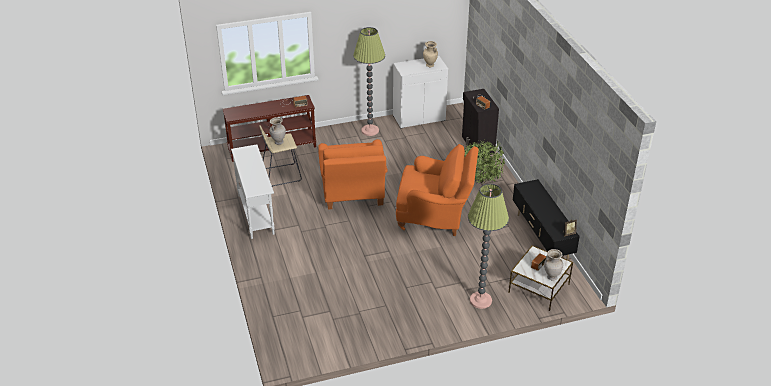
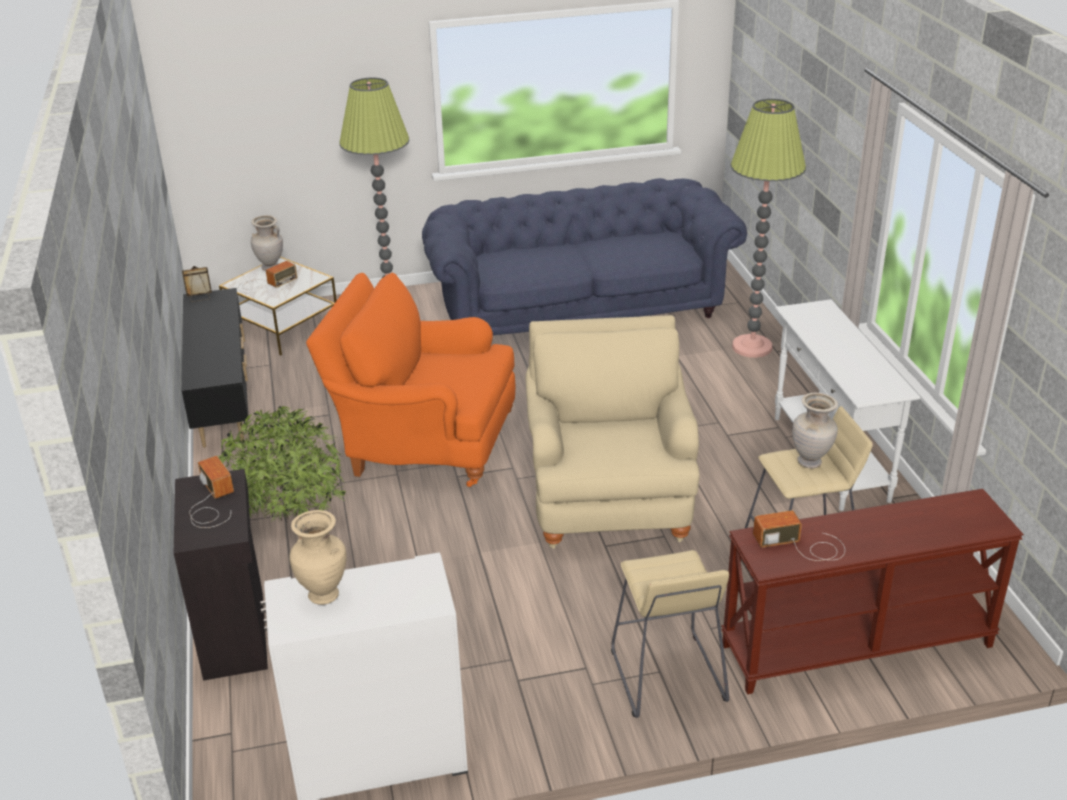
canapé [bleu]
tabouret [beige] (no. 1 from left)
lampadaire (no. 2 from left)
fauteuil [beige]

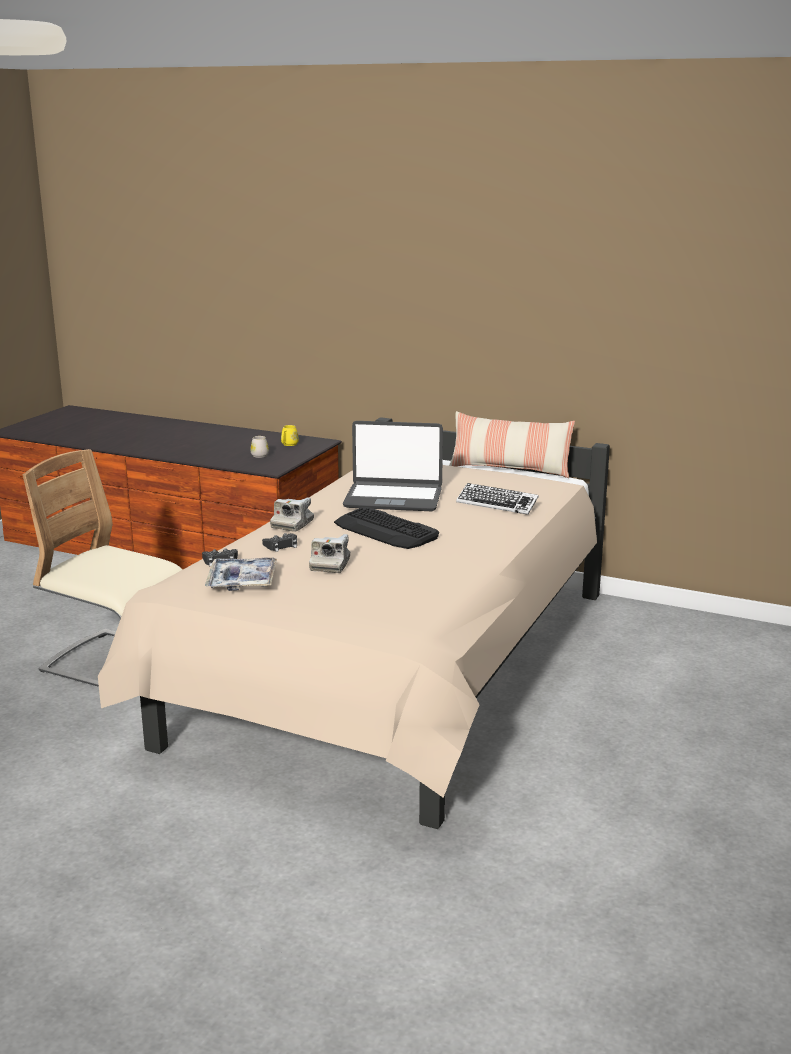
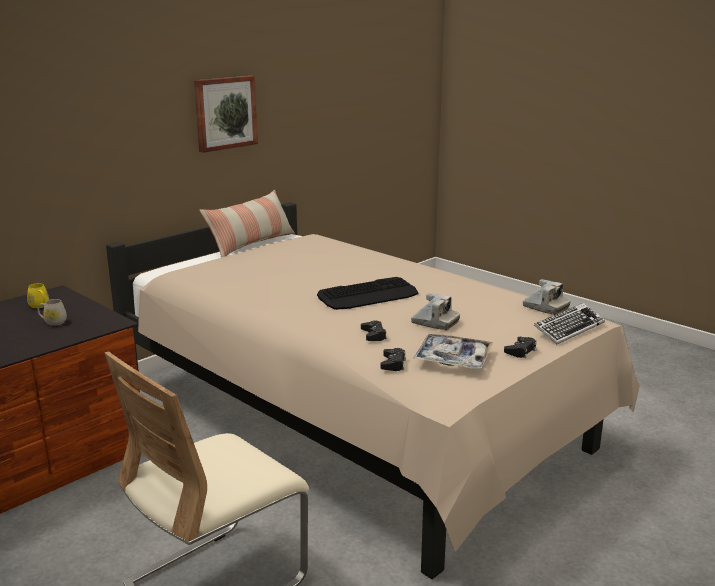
ordinateur portable
tableau
manette [noir] (no. 3 from left)
appareil photo (no. 2 from left)
clavier (no. 2 from left)

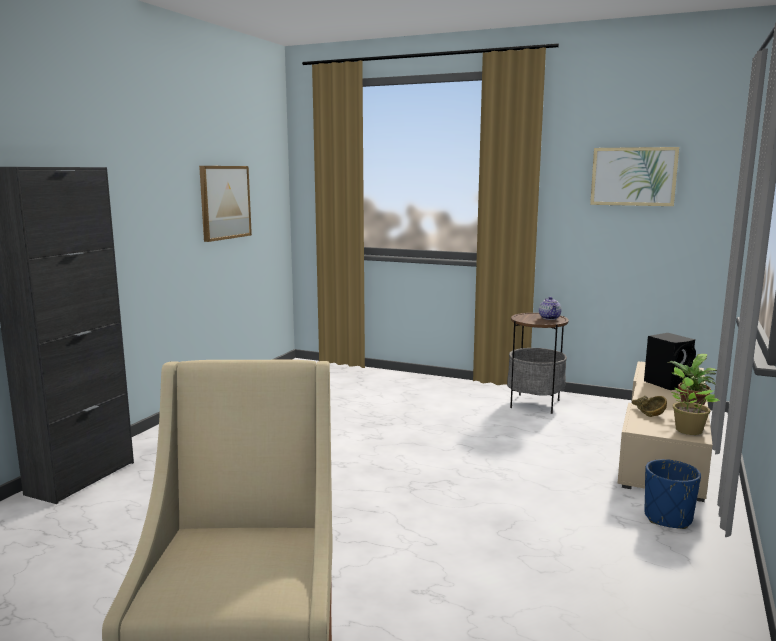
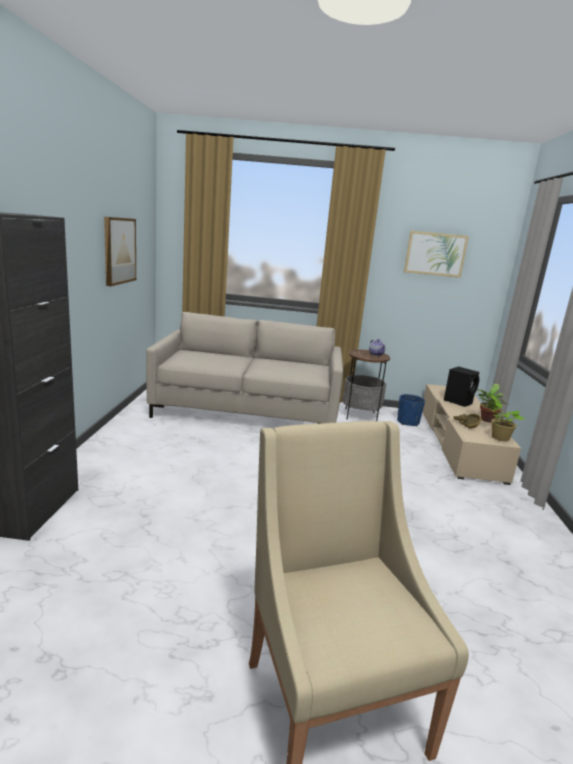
canapé [beige]
cache-pot [bleu]

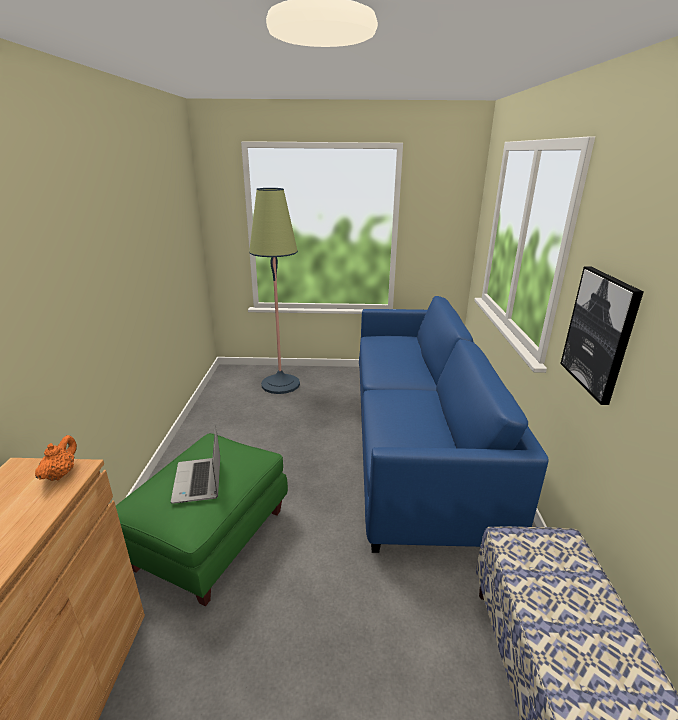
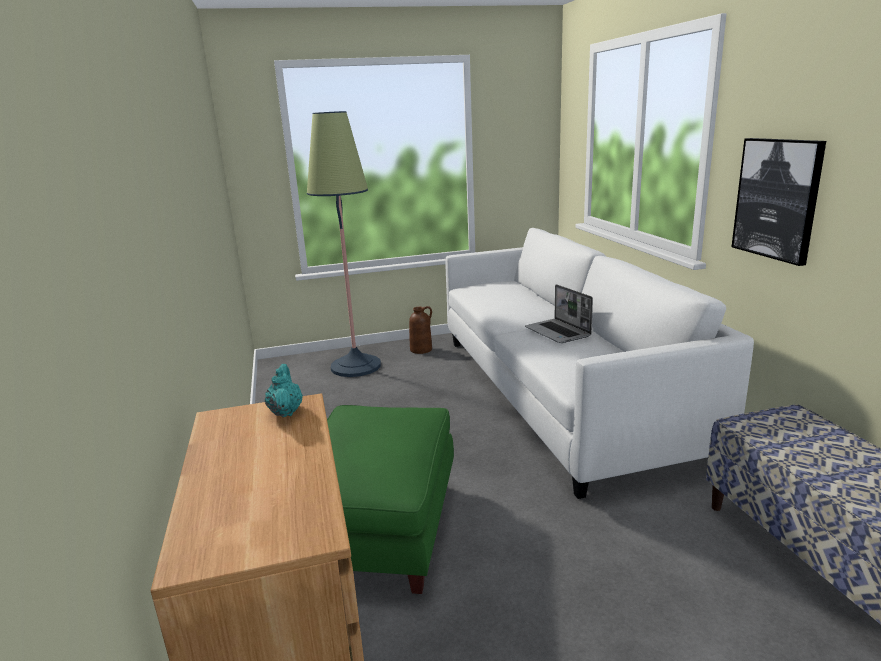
vase [marron]
ordinateur portable
théière [turquoise]
canapé [blanc]

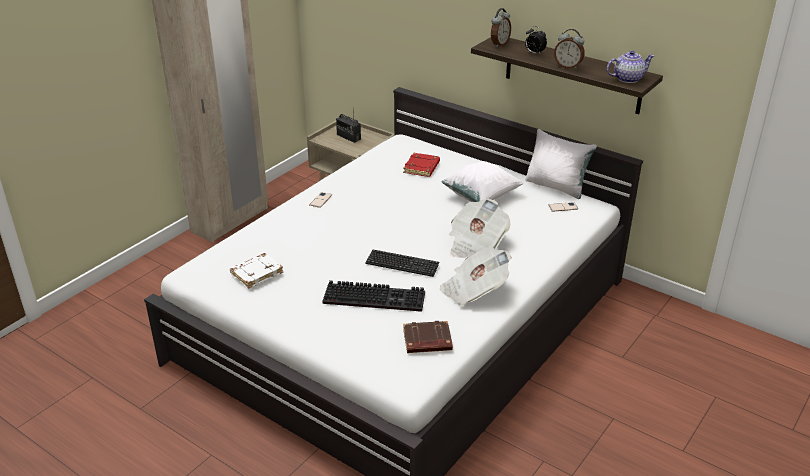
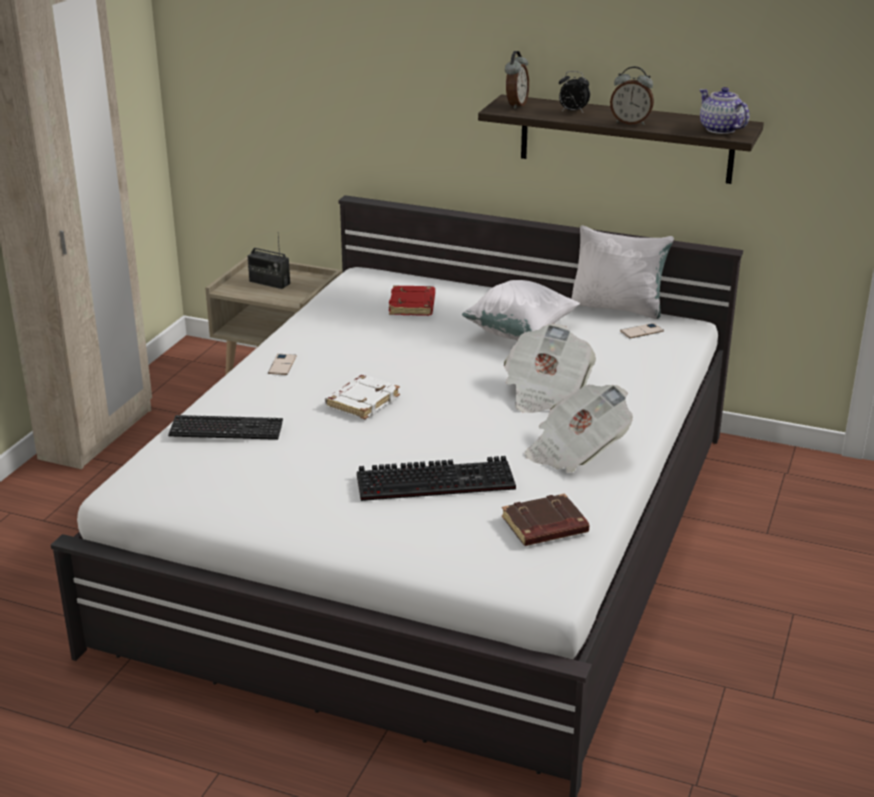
livre [blanc]
clavier (no. 1 from left)
théière

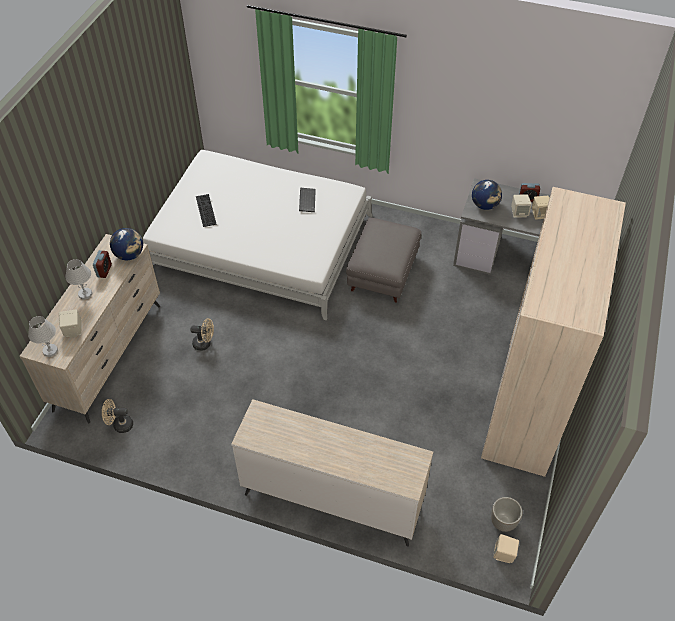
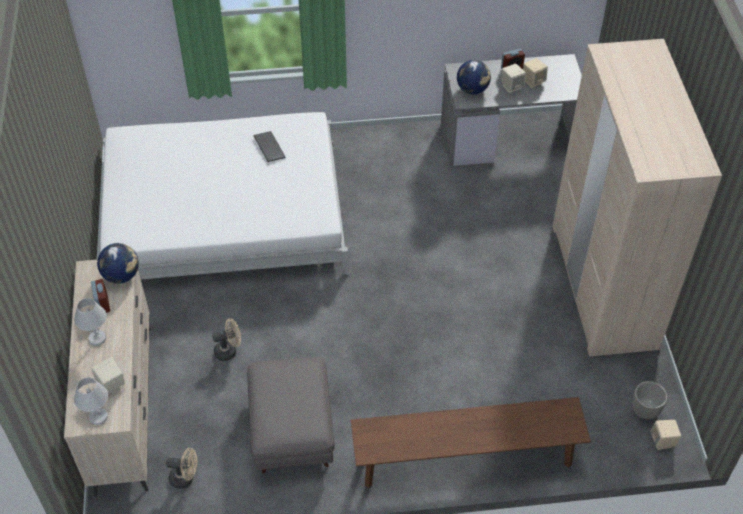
clavier (no. 1 from left in the first image)
pouf [gris]
banc [marron]
ventilateur [beige] (no. 1 from left)

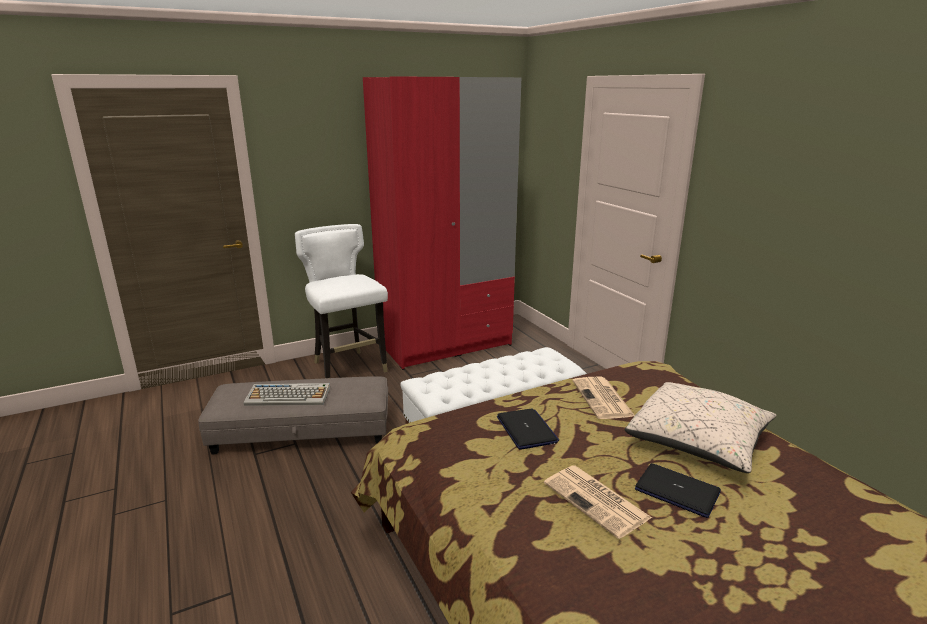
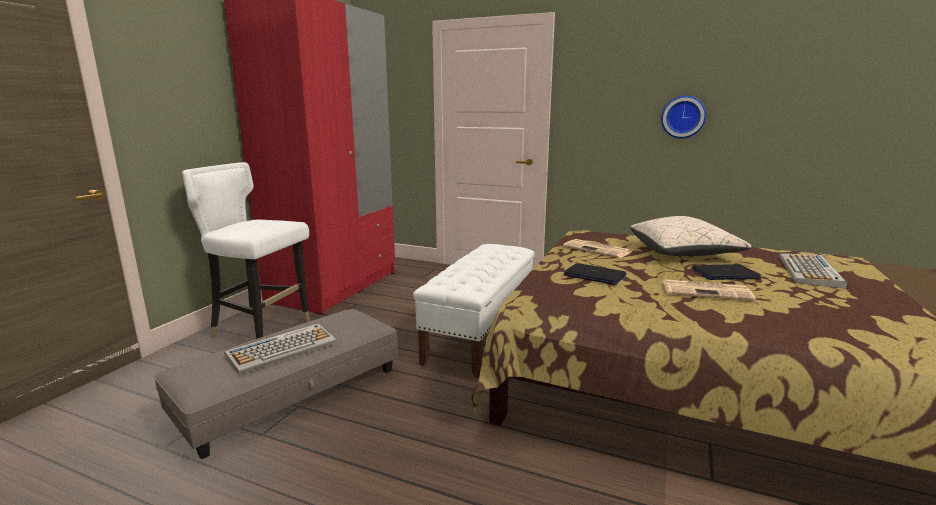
horloge murale
clavier (no. 2 from left)

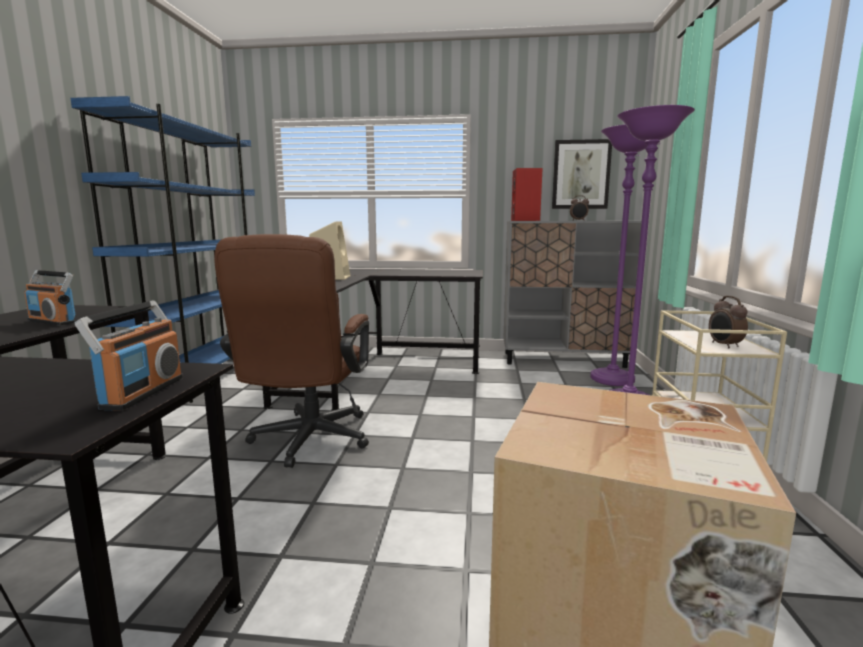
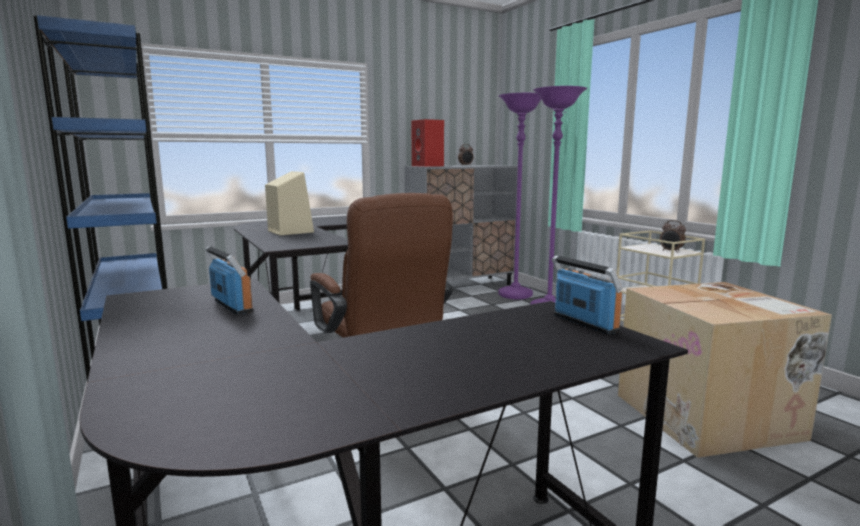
tableau
radio (no. 1 from left)

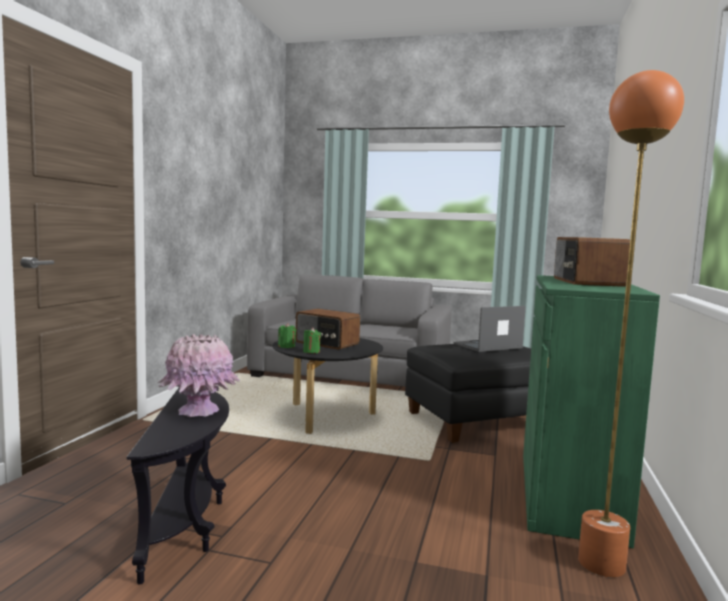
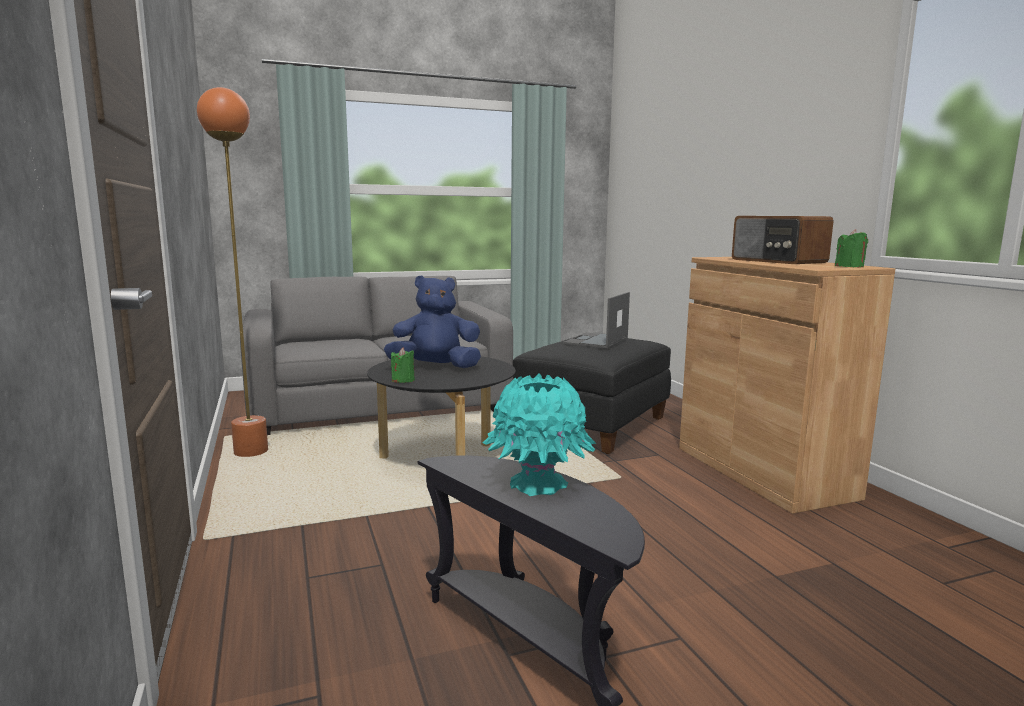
bougie [vert] (no. 2 from left)
lampadaire [orange]
peluche [bleu]
vase [turquoise]
meuble de rangement [marron]

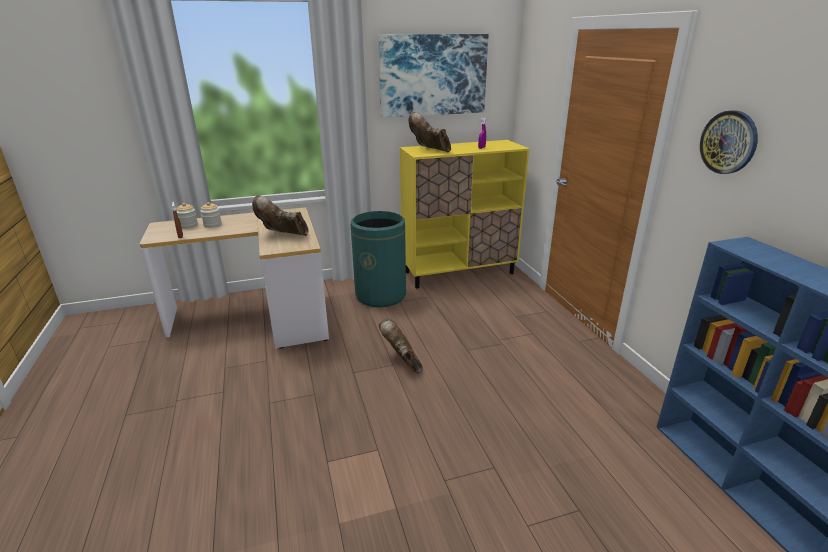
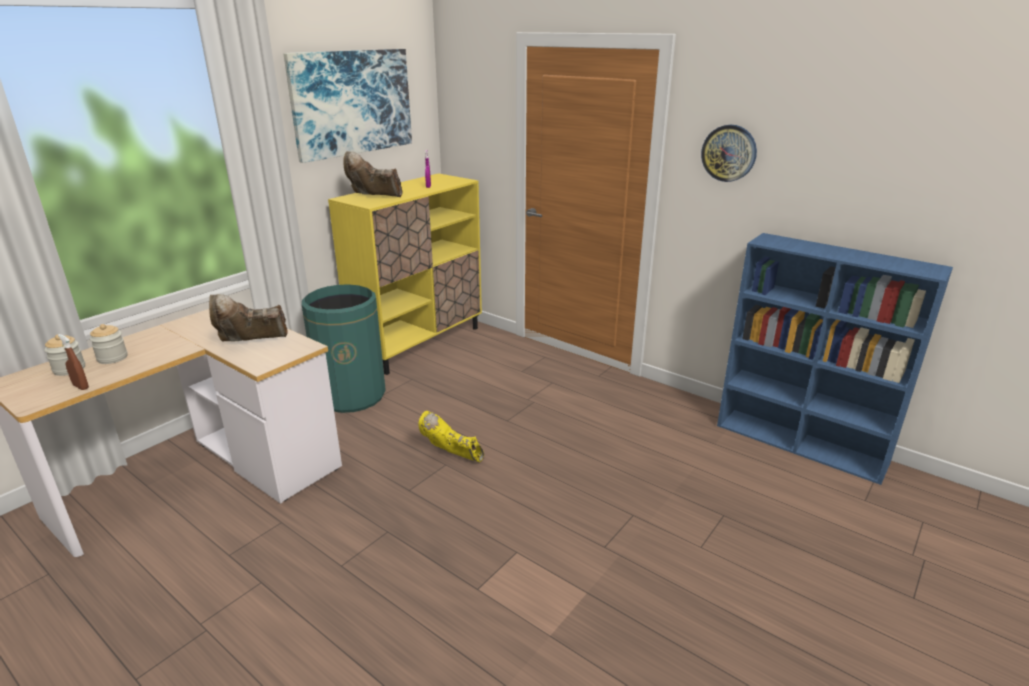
botte [jaune]

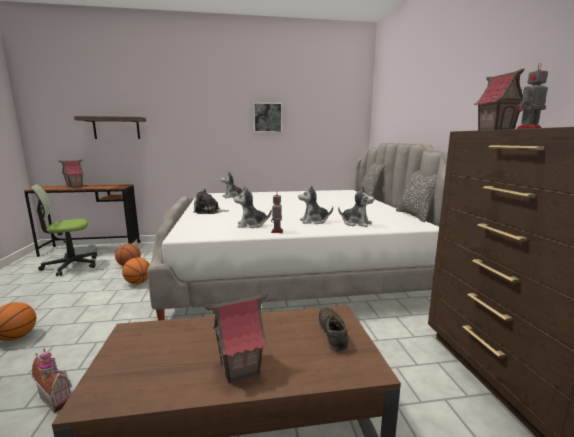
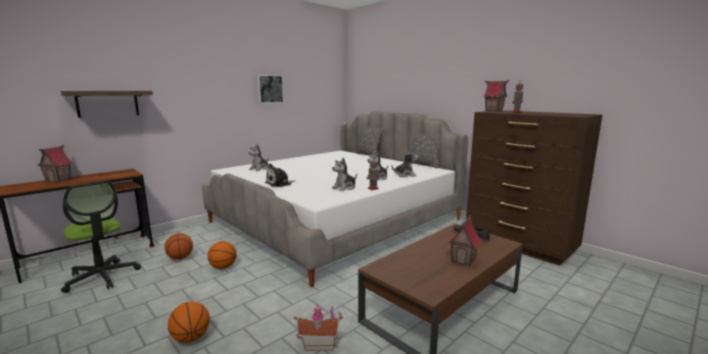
chaise de bureau

